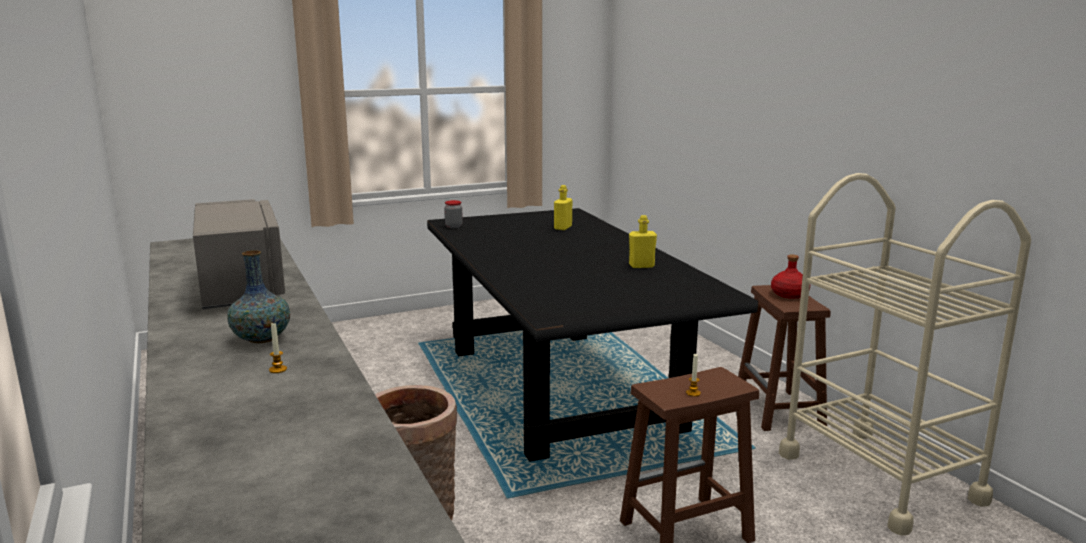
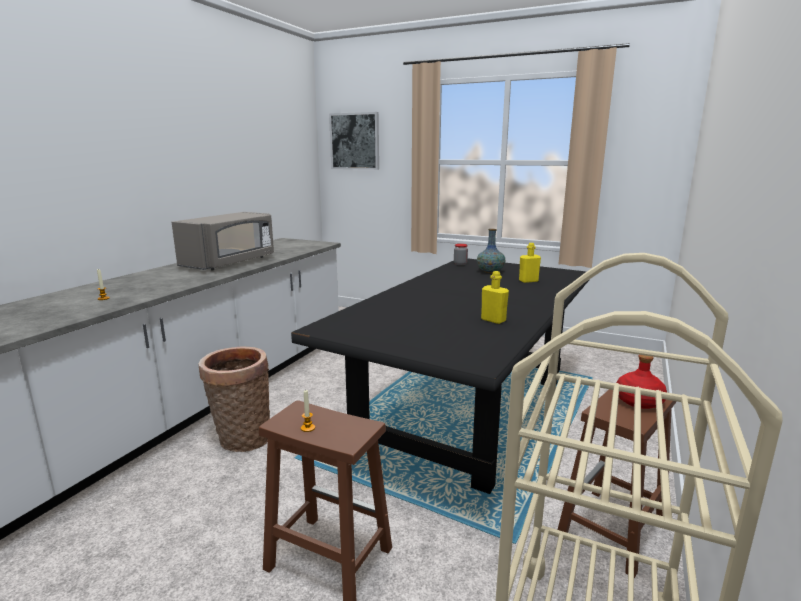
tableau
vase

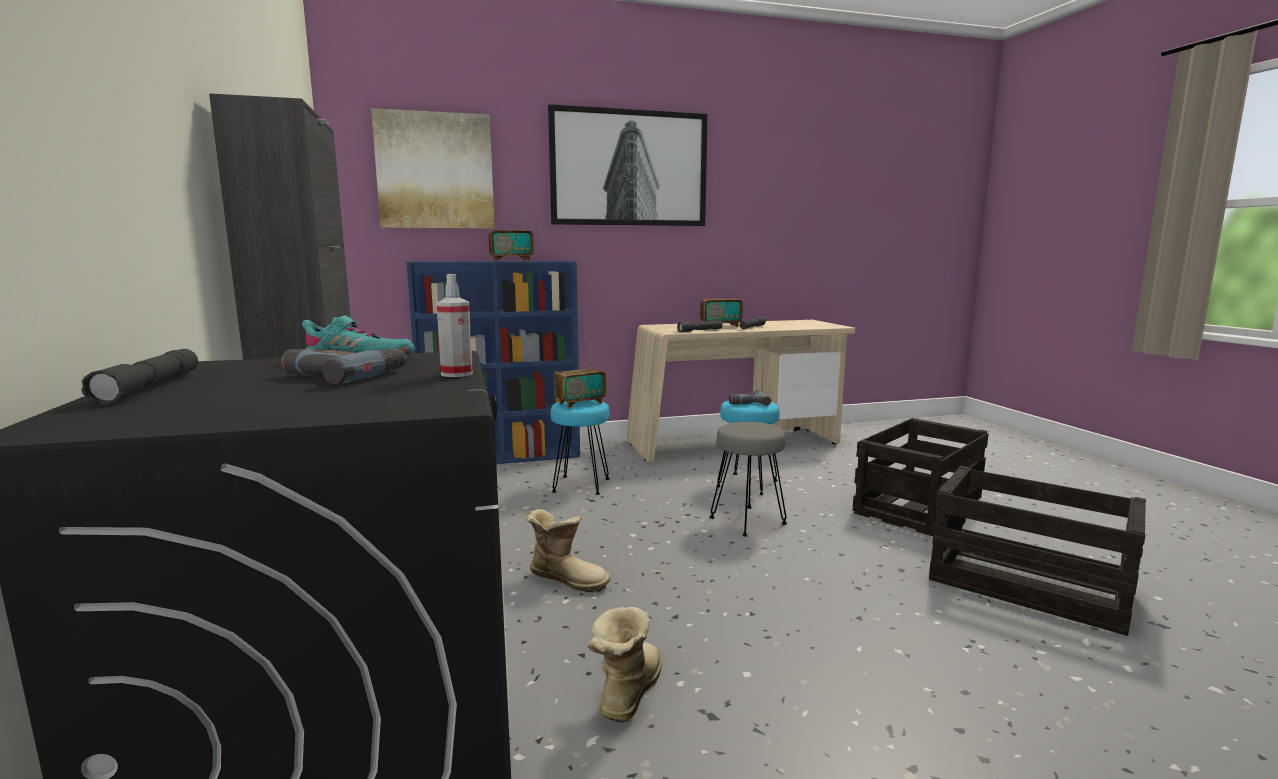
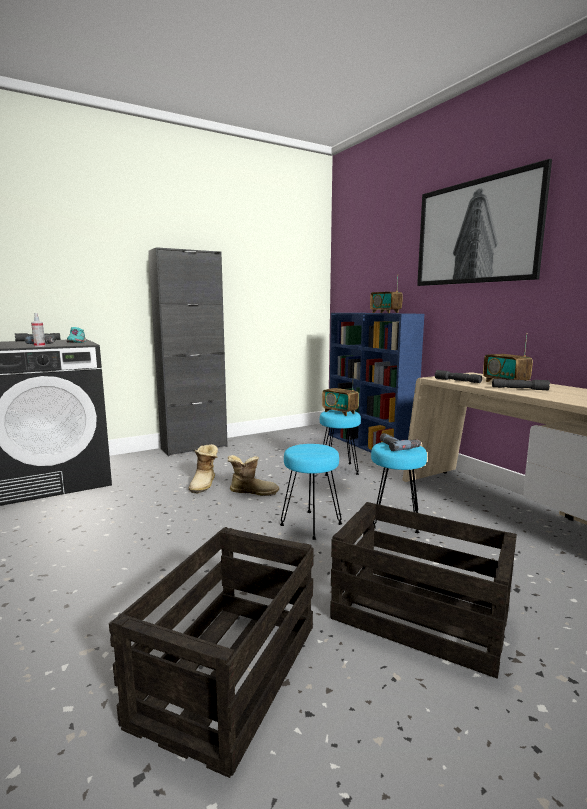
tableau (no. 1 from left in the first image)
botte (no. 2 from left)
tabouret [turquoise] (no. 1 from left)

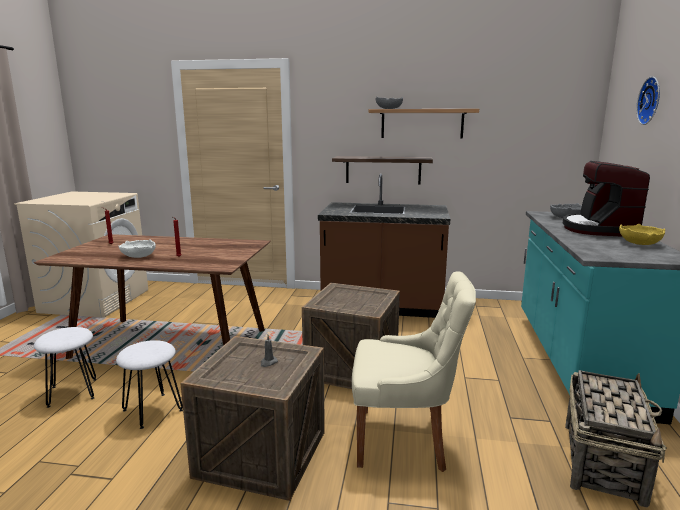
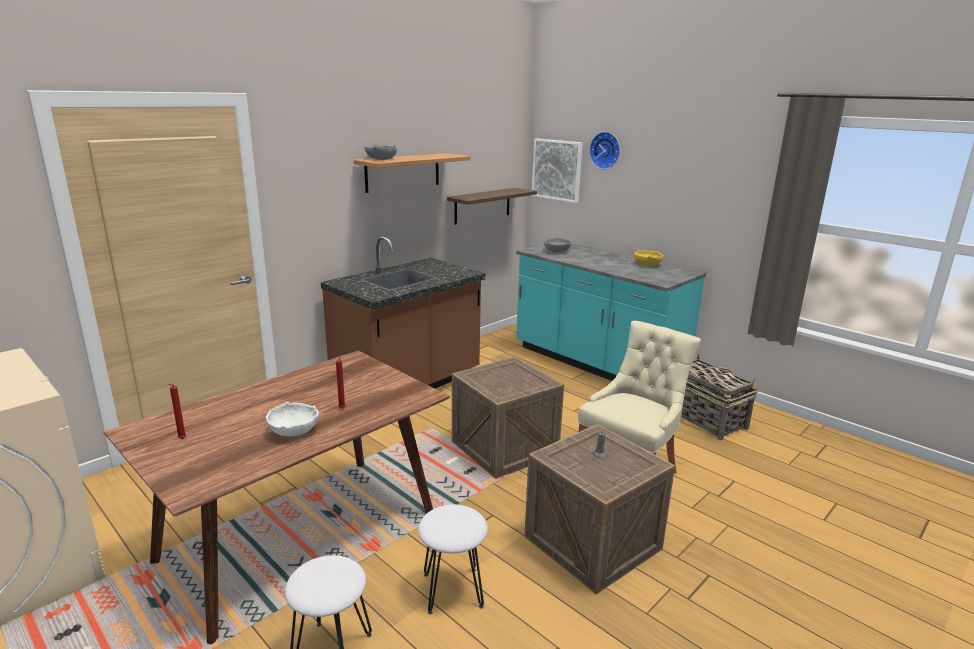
machine à café
tableau
étagère (no. 2 from left)

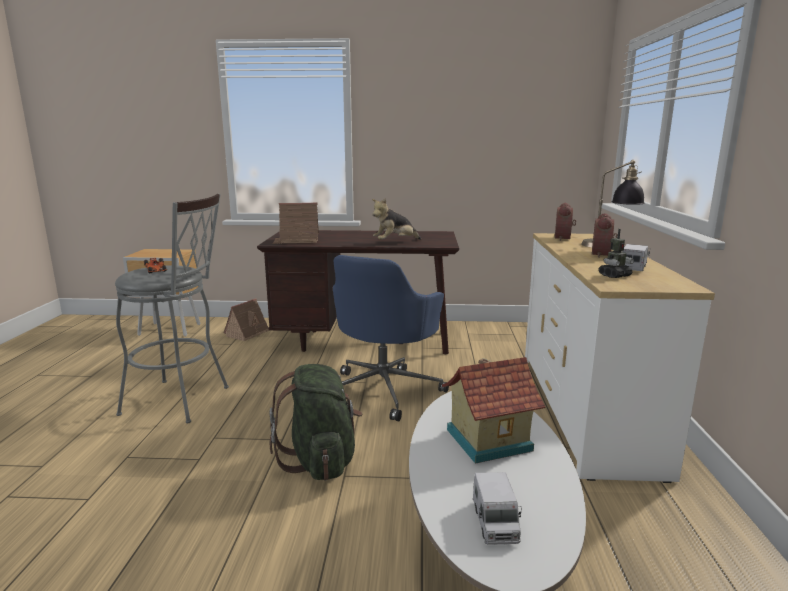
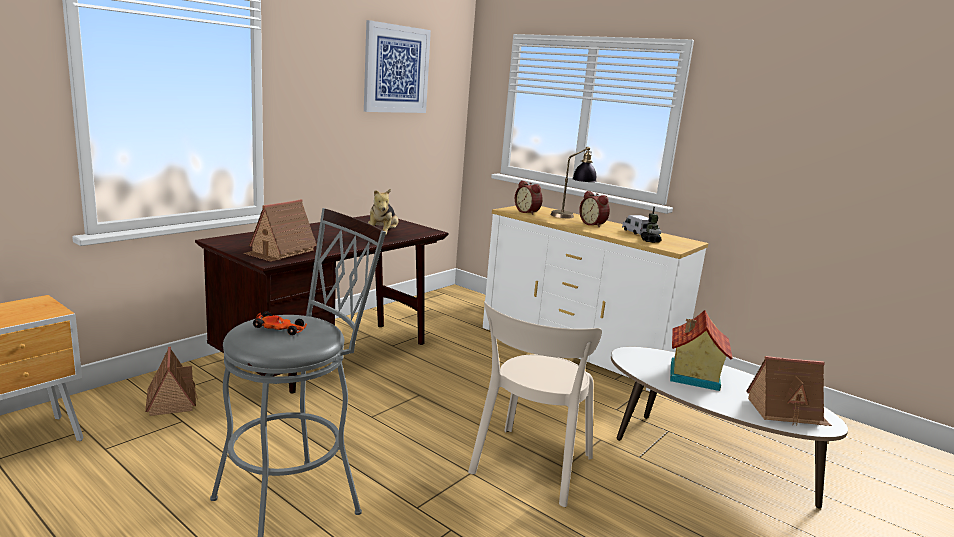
chaise de bureau [bleu]
tableau
chaise [beige]
maison miniature (no. 4 from left)

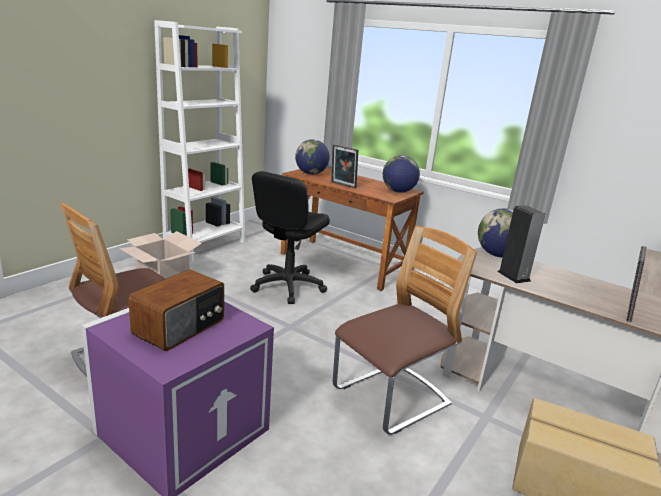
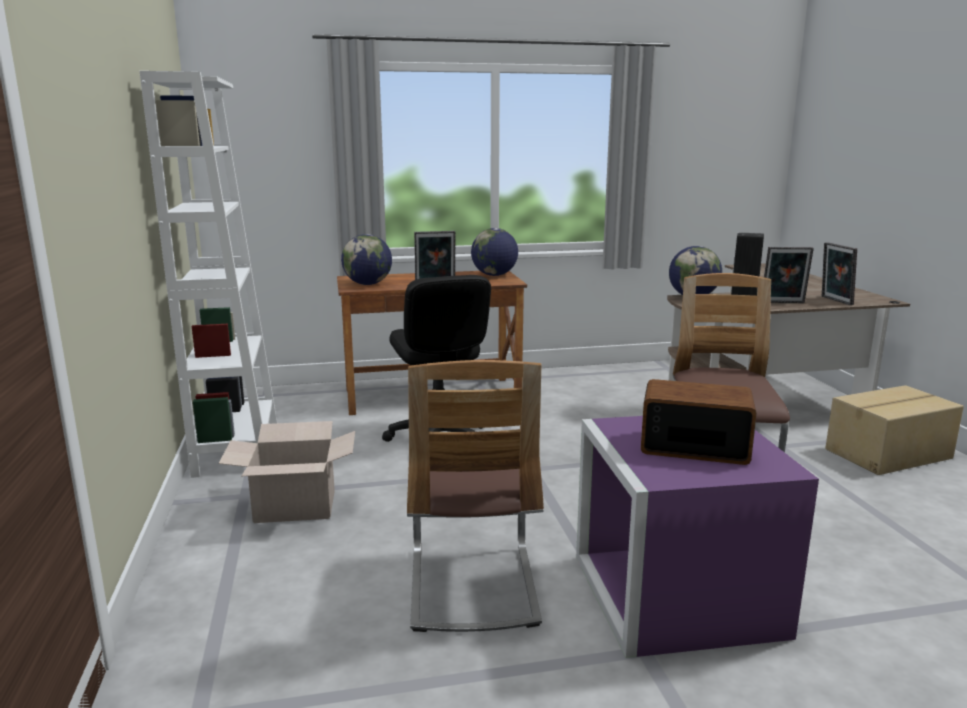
cadre photo (no. 2 from left)
radio

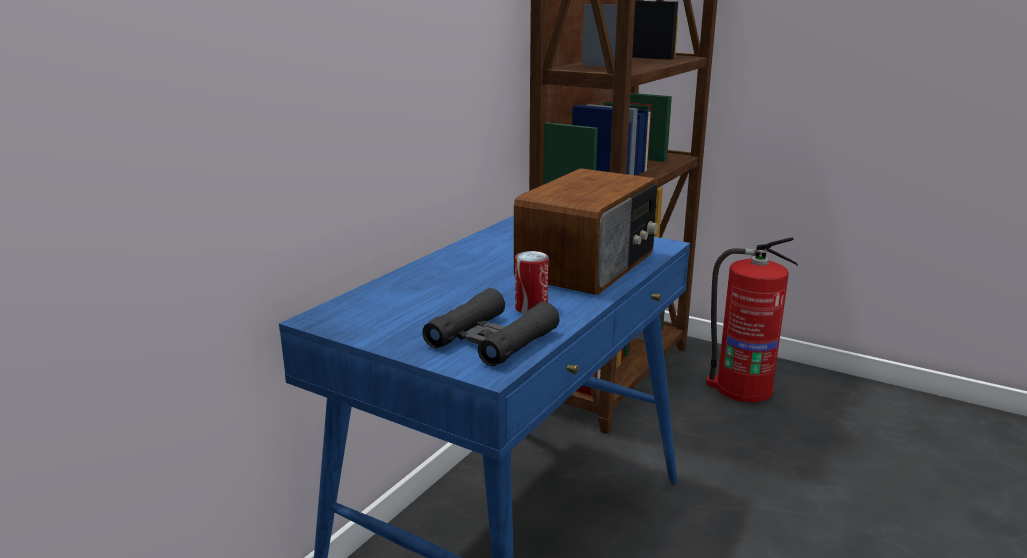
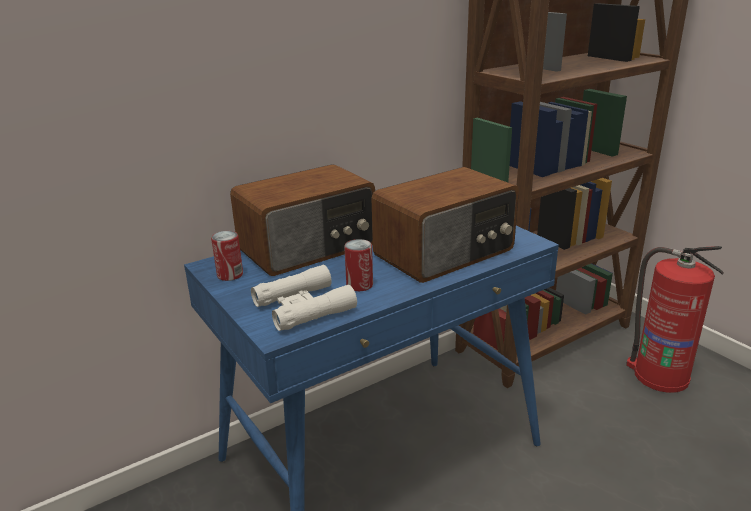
boîte métallique (no. 1 from left)
radio (no. 1 from left)
jumelles [blanc]

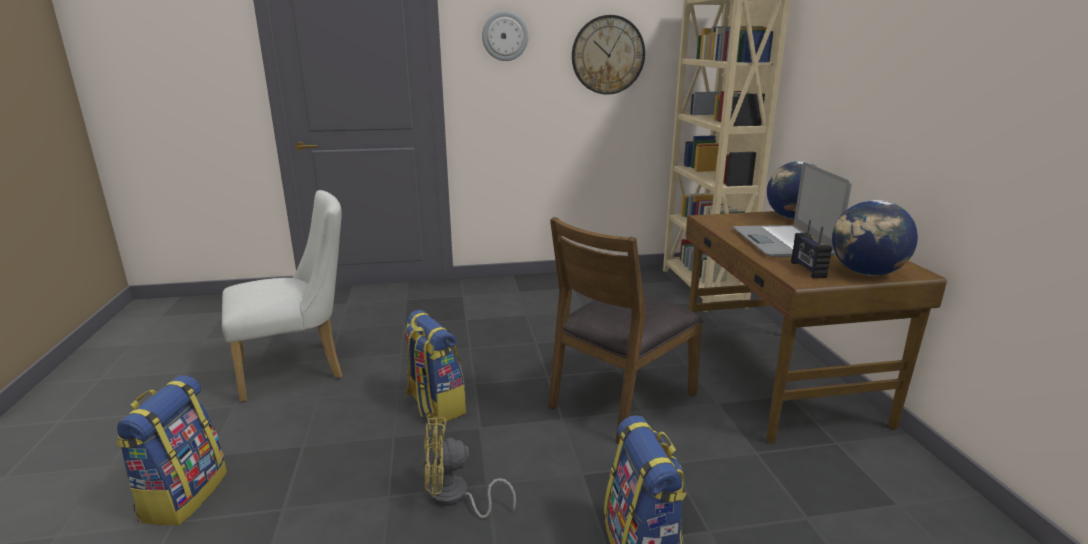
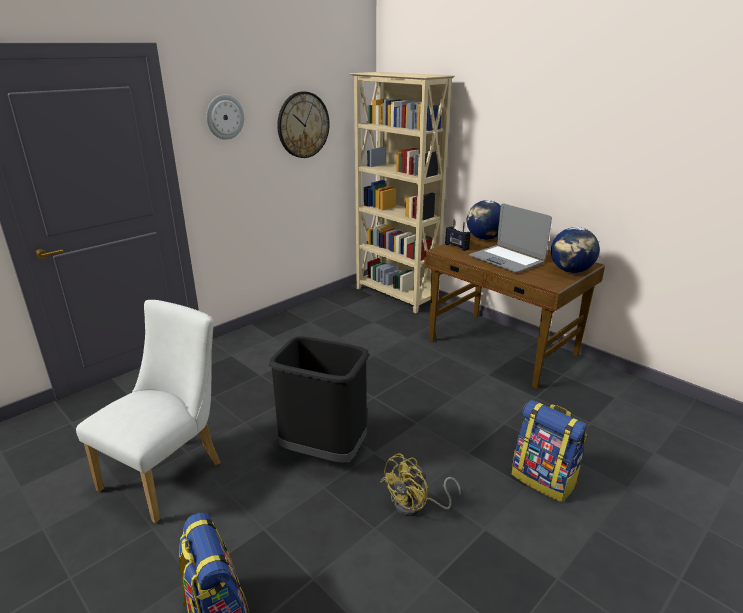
chaise [marron]
radio
poubelle [noir]

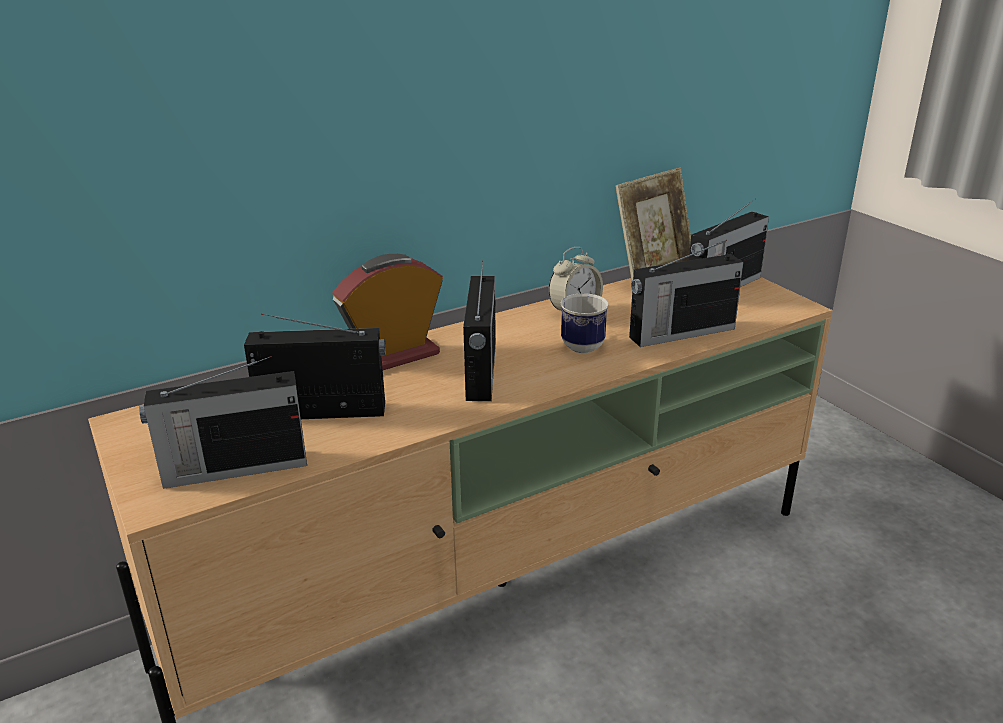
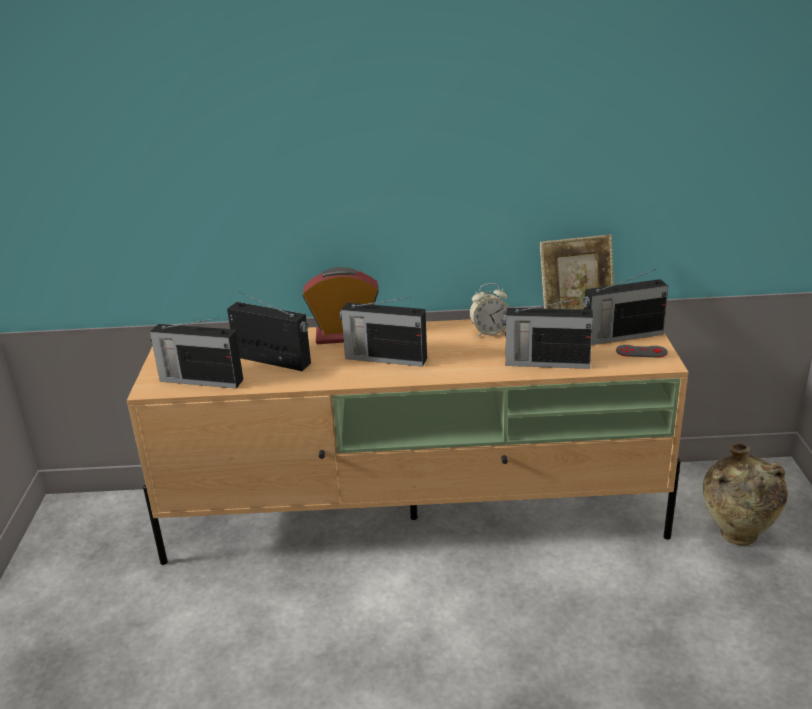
mug
manette [gris]
vase [beige]
radio (no. 3 from left)

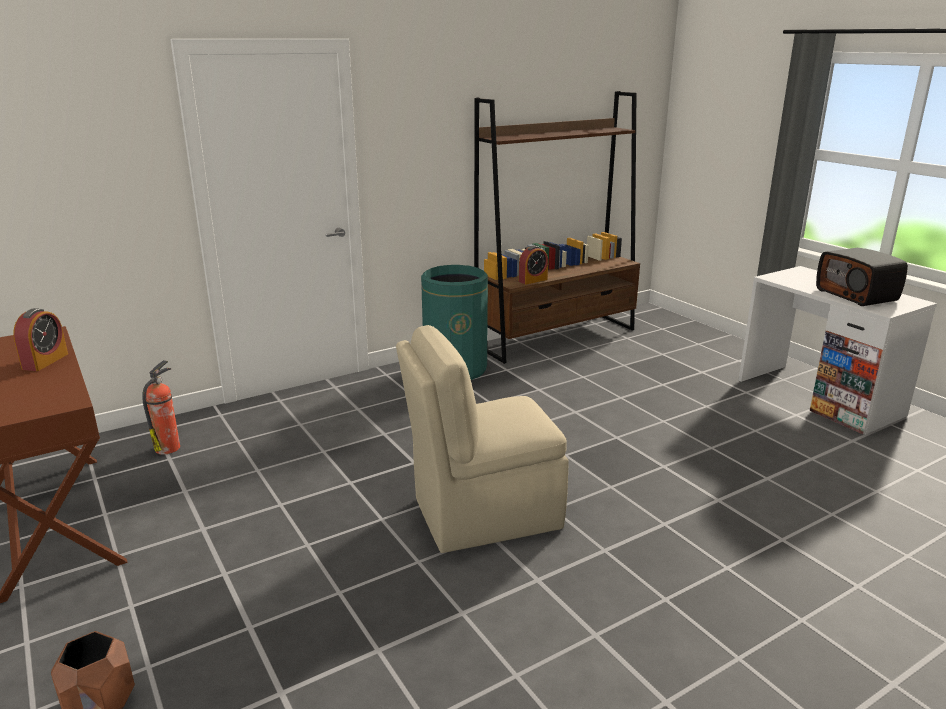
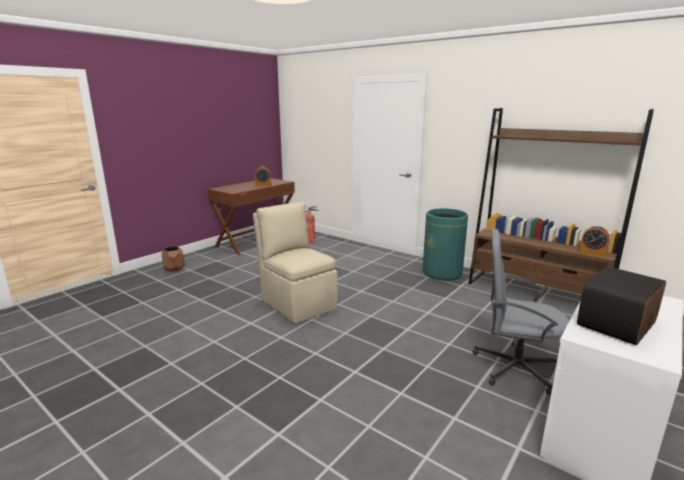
chaise de bureau [gris]
réveil (no. 2 from left)

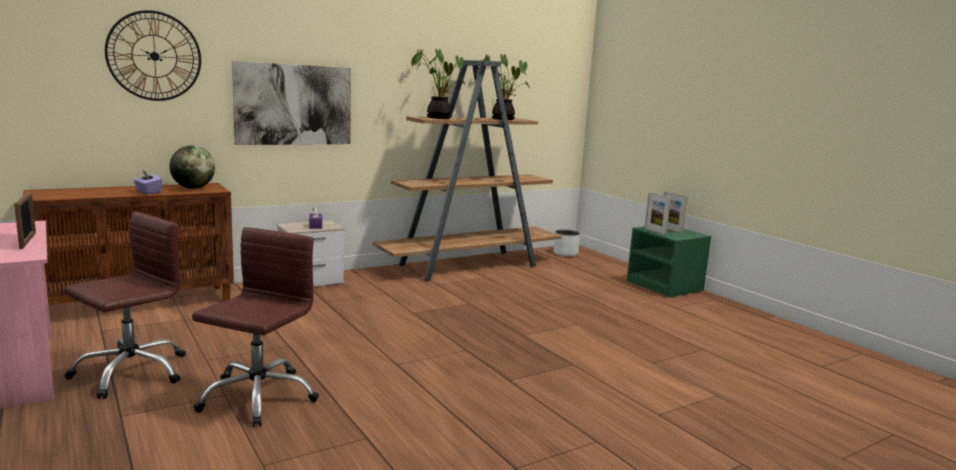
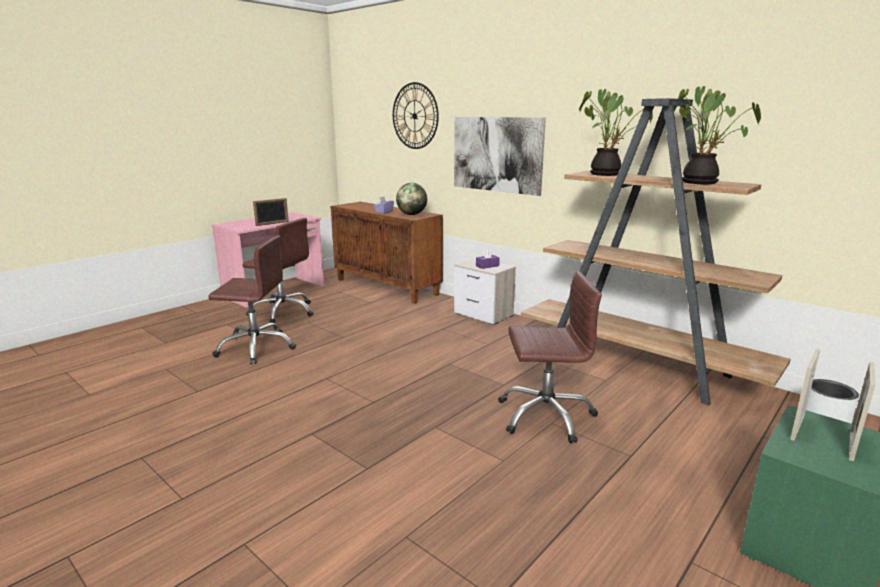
chaise de bureau [marron] (no. 3 from left)

